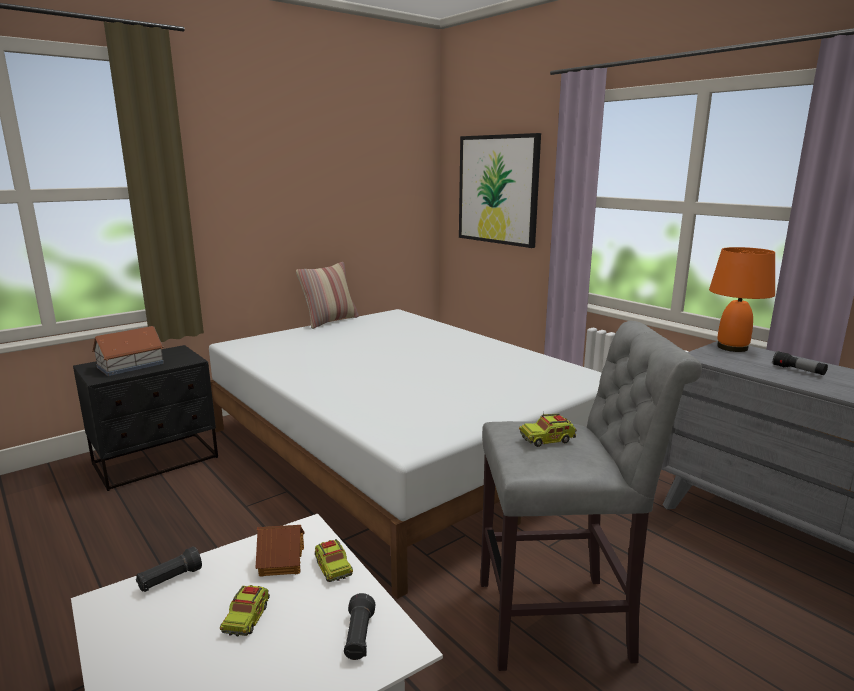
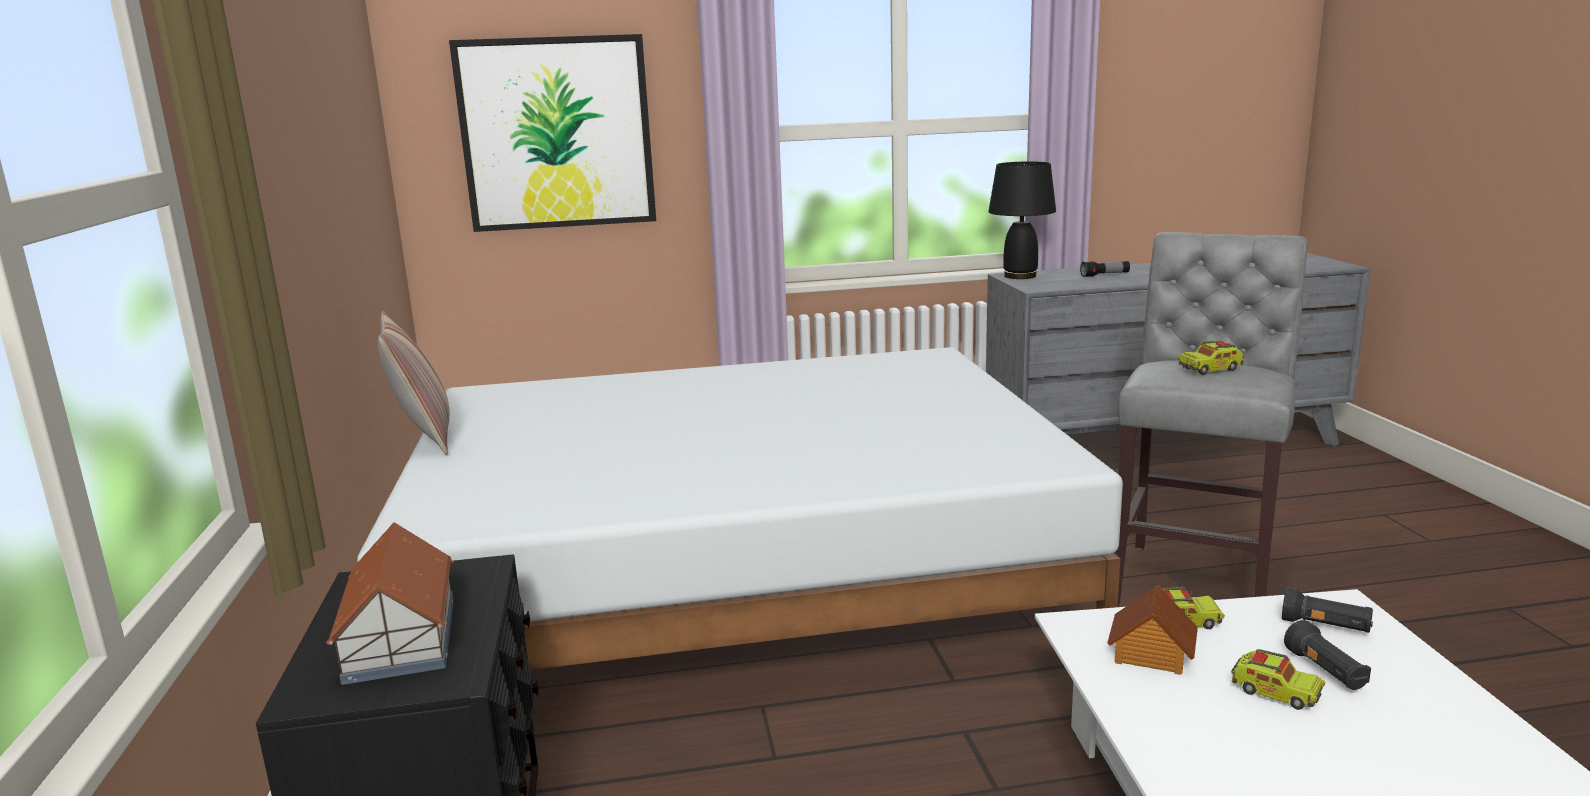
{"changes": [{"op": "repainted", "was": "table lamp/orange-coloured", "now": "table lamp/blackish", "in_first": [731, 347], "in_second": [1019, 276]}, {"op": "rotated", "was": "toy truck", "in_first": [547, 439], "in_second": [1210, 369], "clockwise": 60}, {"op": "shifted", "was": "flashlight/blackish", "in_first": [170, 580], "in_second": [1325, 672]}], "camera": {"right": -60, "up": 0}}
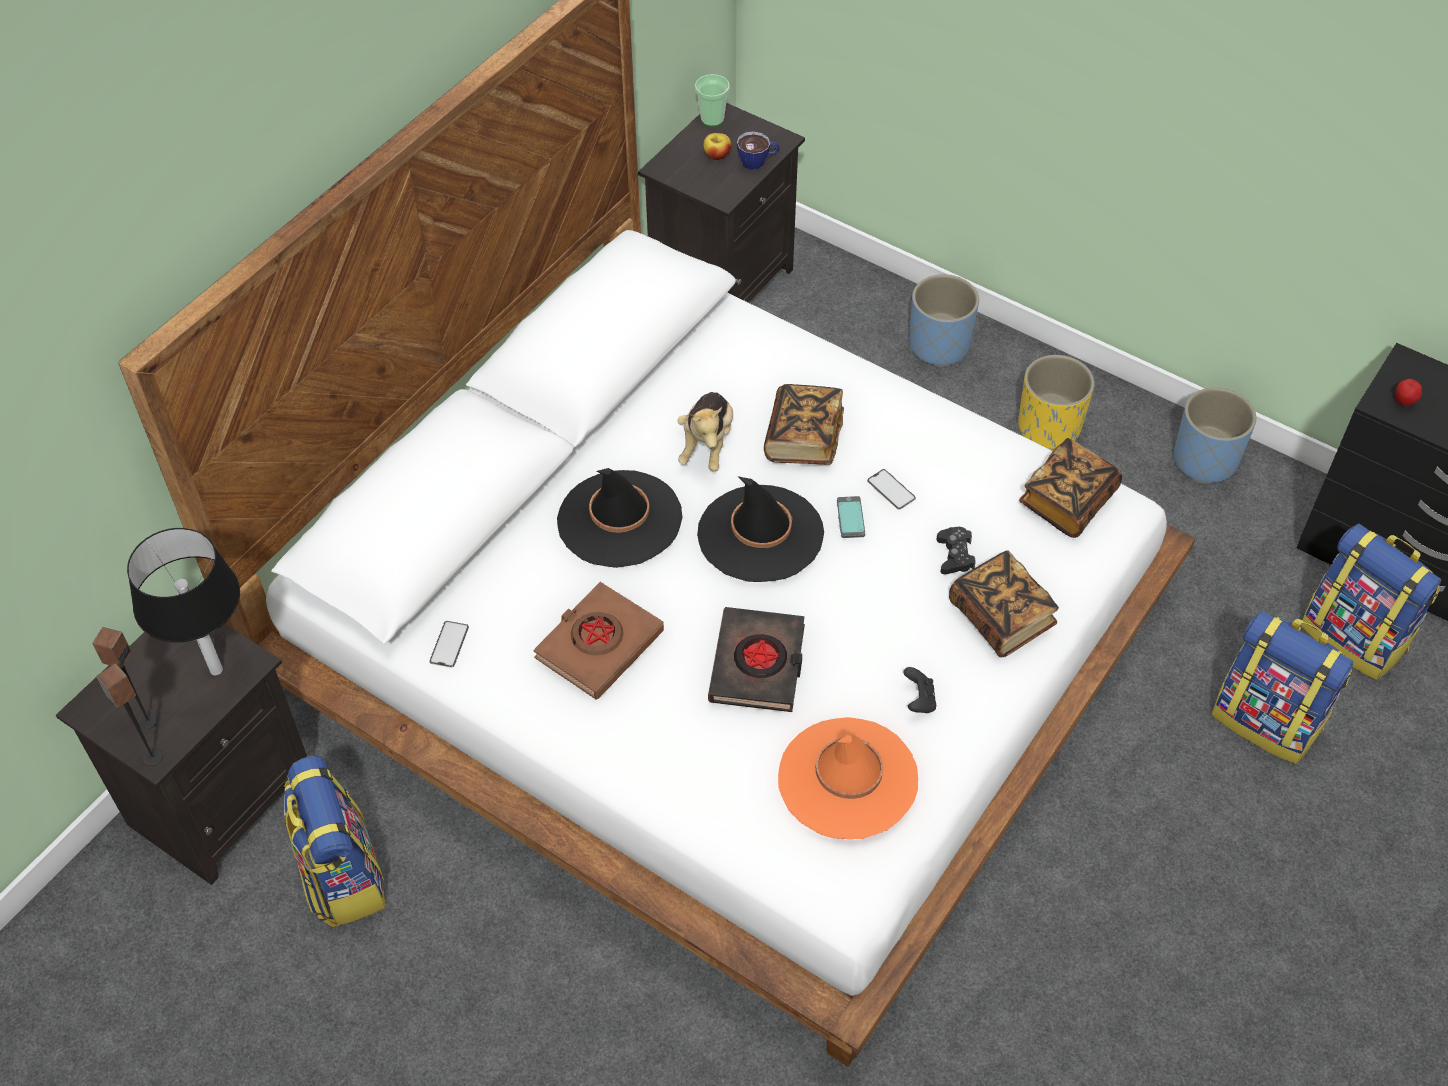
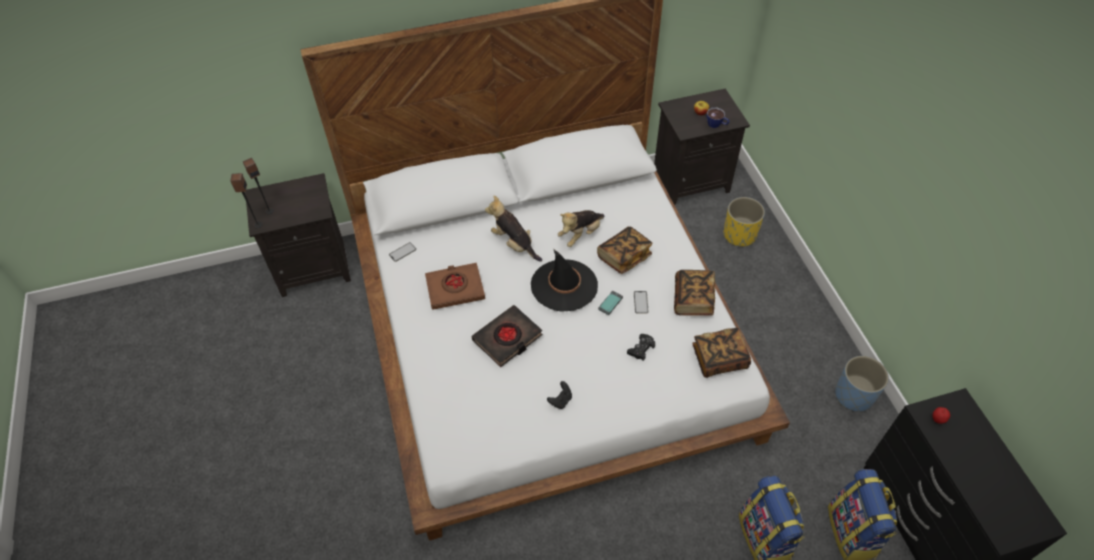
{"changes": [{"op": "gone", "was": "drinking cup", "in_first": [712, 119]}, {"op": "gone", "was": "flower pot/blue", "in_first": [939, 346]}, {"op": "shifted", "was": "flower pot/yellow", "in_first": [1049, 427], "in_second": [739, 235]}, {"op": "swapped", "was": "clothing hat/blackish", "now": "plush toy", "in_first": [619, 519], "in_second": [514, 243]}, {"op": "gone", "was": "table lamp/blackish", "in_first": [216, 670]}, {"op": "shifted", "was": "book", "in_first": [1001, 617], "in_second": [693, 300]}, {"op": "gone", "was": "clothing hat/orange-coloured", "in_first": [847, 778]}, {"op": "gone", "was": "backpack", "in_first": [342, 876]}], "camera": {"right": 40, "up": 0}}
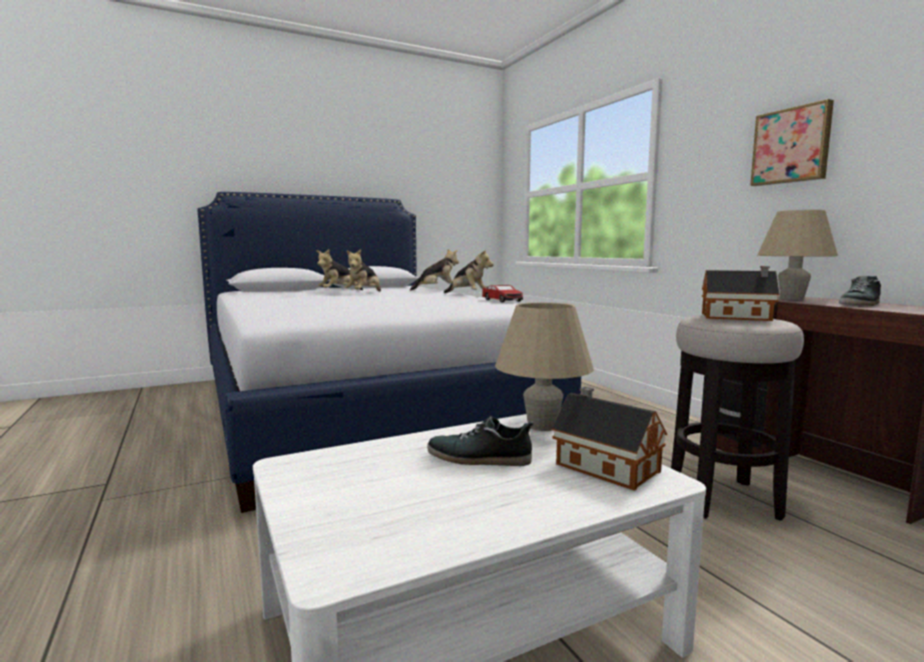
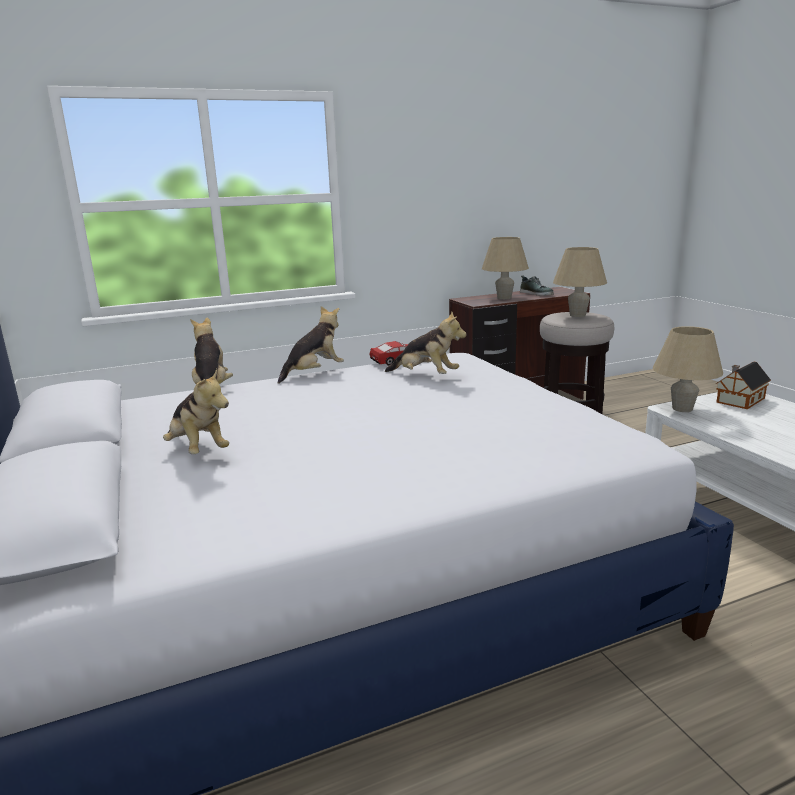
{"changes": [{"op": "gone", "was": "picture", "in_first": [791, 146]}, {"op": "shifted", "was": "plush toy", "in_first": [364, 293], "in_second": [425, 376]}, {"op": "swapped", "was": "model house", "now": "table lamp/beige-coloured", "in_first": [739, 317], "in_second": [577, 315]}, {"op": "gone", "was": "low shoe", "in_first": [479, 458]}], "camera": {"right": -85, "up": 10}}
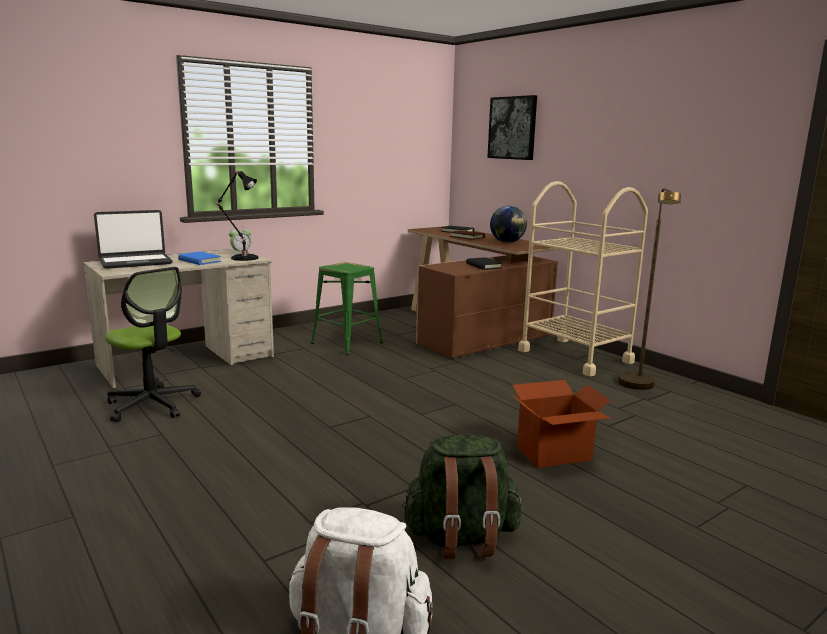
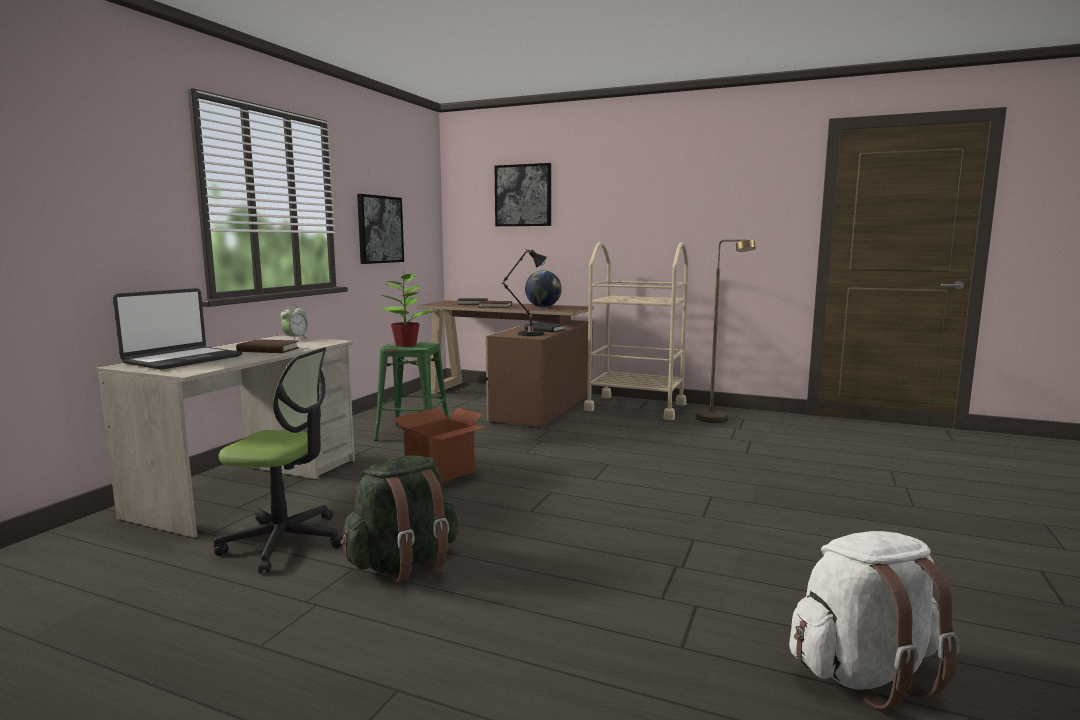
{"changes": [{"op": "shifted", "was": "table lamp/blackish", "in_first": [242, 258], "in_second": [528, 334]}, {"op": "repainted", "was": "book/blue", "now": "book/brownish", "in_first": [199, 261], "in_second": [268, 350]}, {"op": "shifted", "was": "cardboard box", "in_first": [554, 454], "in_second": [441, 473]}, {"op": "shifted", "was": "backpack/green", "in_first": [461, 538], "in_second": [404, 563]}, {"op": "new", "now": "picture", "in_second": [380, 229]}, {"op": "new", "now": "potted plant", "in_second": [406, 344]}], "camera": {"right": -30, "up": -5}}
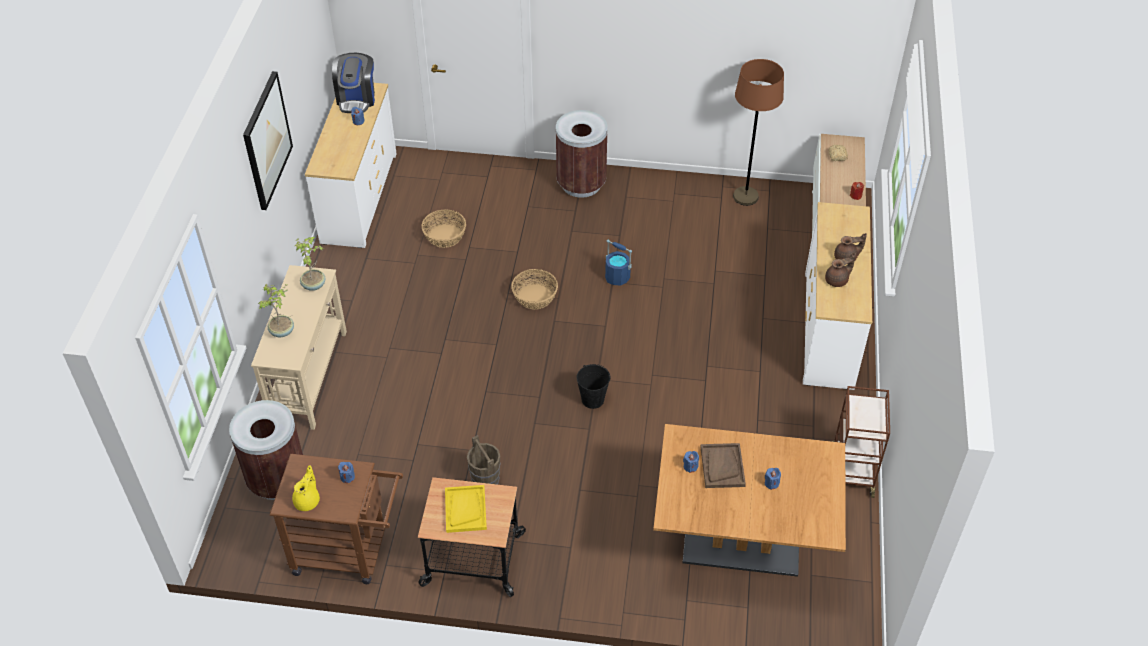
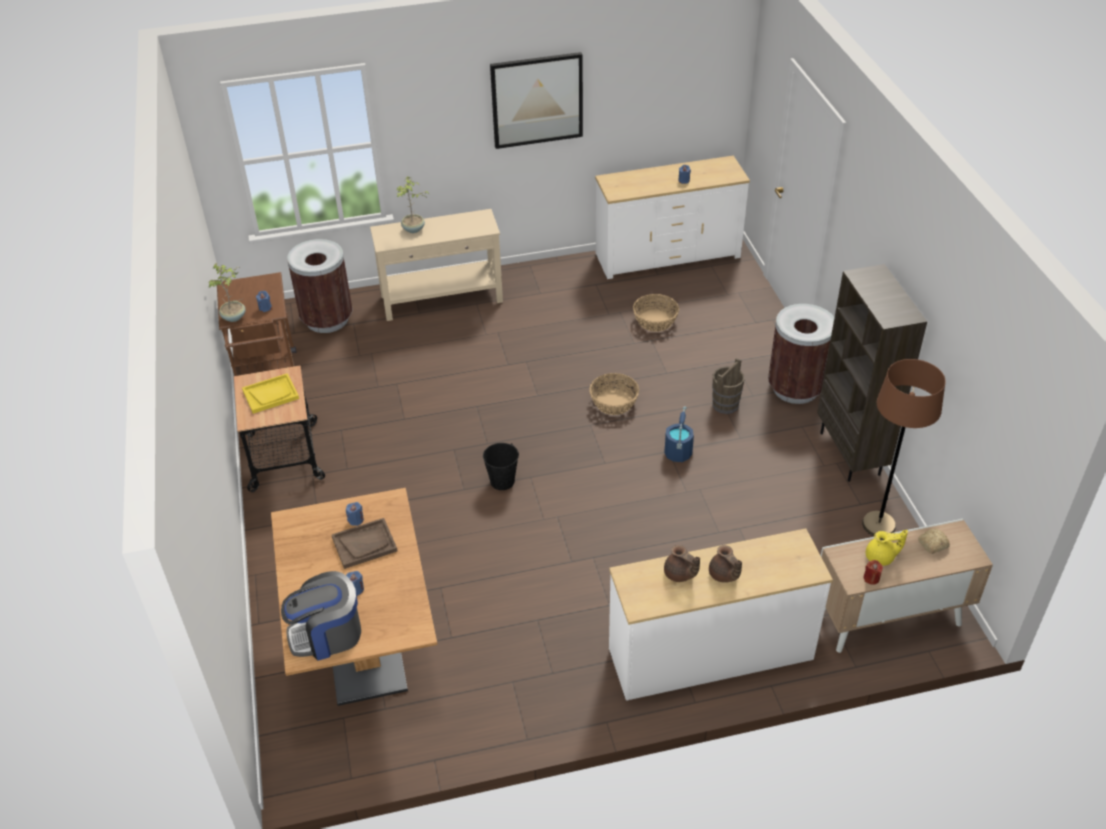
{"changes": [{"op": "shifted", "was": "coffee machine", "in_first": [356, 98], "in_second": [327, 634]}, {"op": "shifted", "was": "potted plant", "in_first": [314, 285], "in_second": [234, 317]}, {"op": "gone", "was": "wheeled cart/brownish", "in_first": [852, 470]}, {"op": "shifted", "was": "pail/brownish", "in_first": [485, 479], "in_second": [725, 404]}, {"op": "shifted", "was": "pot for tea/yellow", "in_first": [308, 500], "in_second": [881, 557]}, {"op": "new", "now": "bookshelf/brownish", "in_second": [851, 454]}], "camera": {"right": 70, "up": -5}}
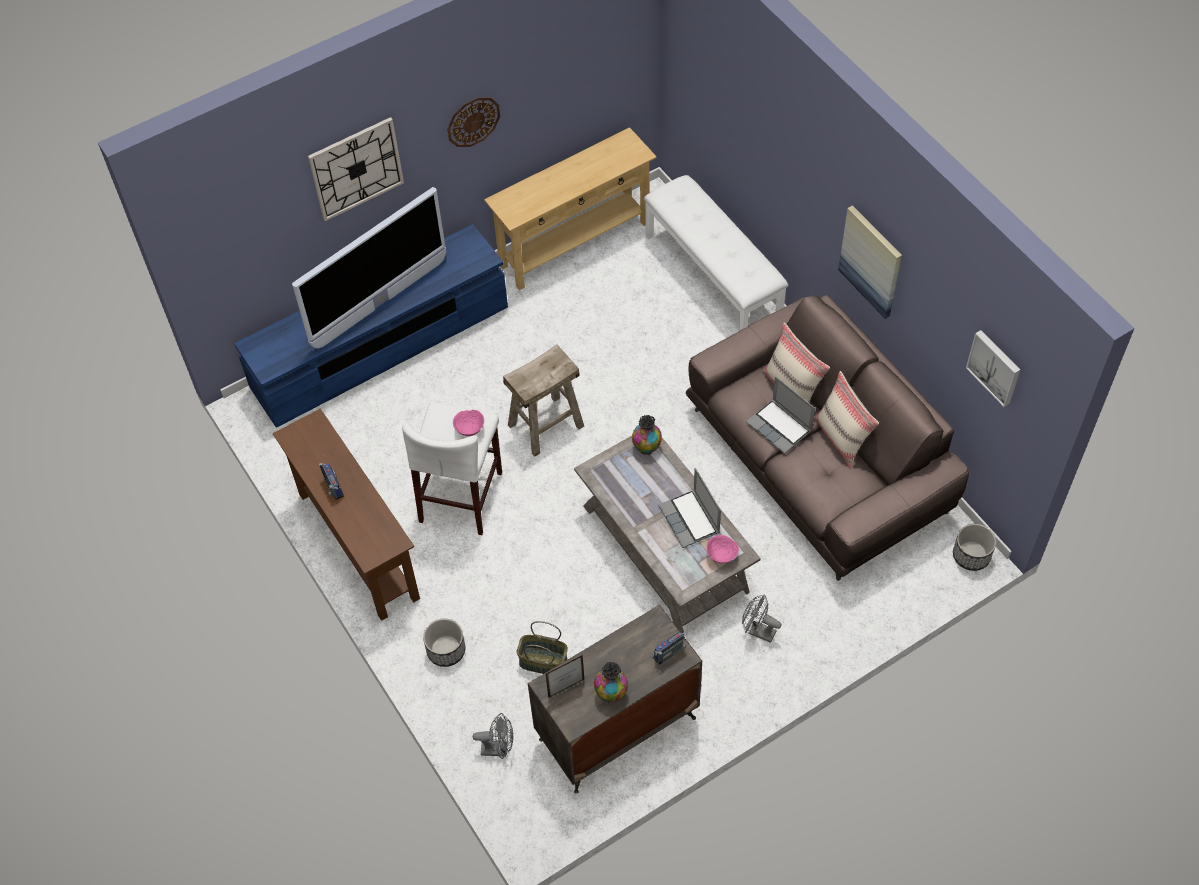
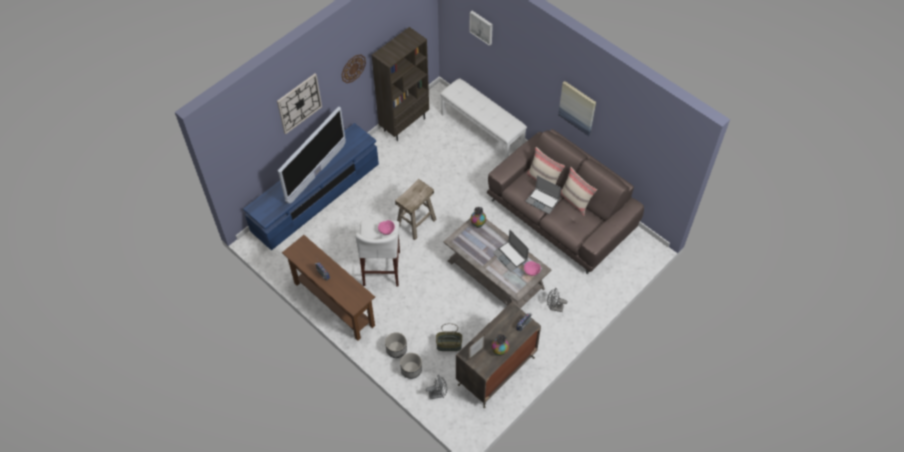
{"changes": [{"op": "swapped", "was": "console table/beige-coloured", "now": "bookshelf/brownish", "in_first": [574, 243], "in_second": [404, 124]}, {"op": "shifted", "was": "picture", "in_first": [995, 367], "in_second": [482, 27]}, {"op": "shifted", "was": "flower pot", "in_first": [971, 555], "in_second": [411, 369]}], "camera": {"right": -15, "up": 0}}
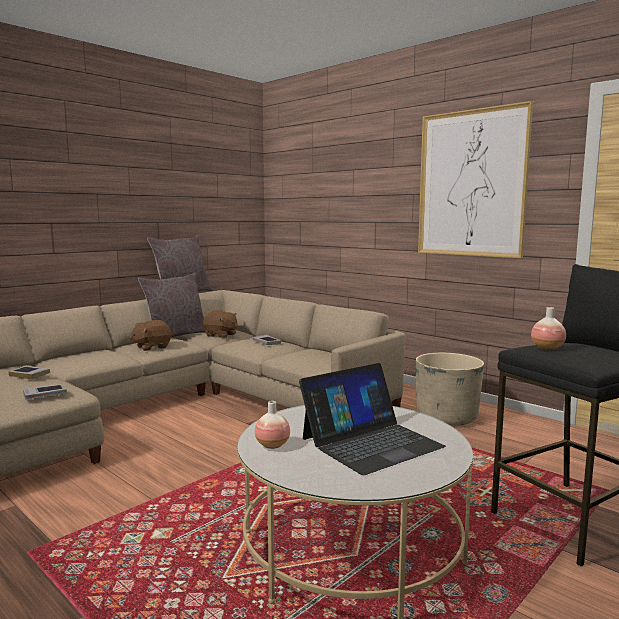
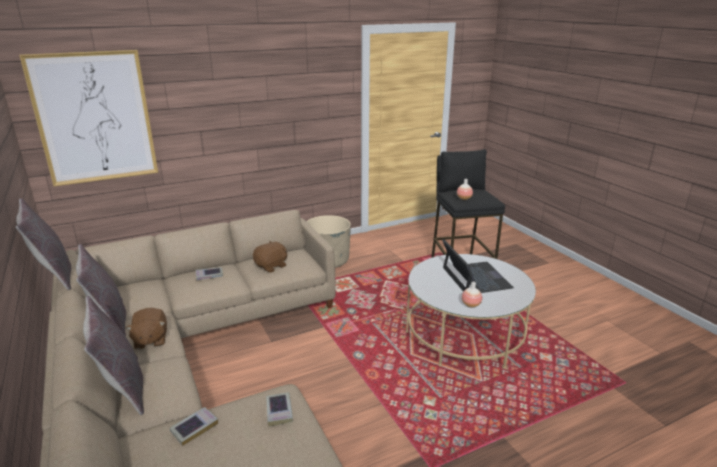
{"changes": [{"op": "shifted", "was": "picture", "in_first": [471, 184], "in_second": [94, 118]}, {"op": "shifted", "was": "plush toy/brownish", "in_first": [221, 335], "in_second": [271, 266]}, {"op": "new", "now": "throw pillow/greyish", "in_second": [122, 389]}], "camera": {"right": -70, "up": 15}}
